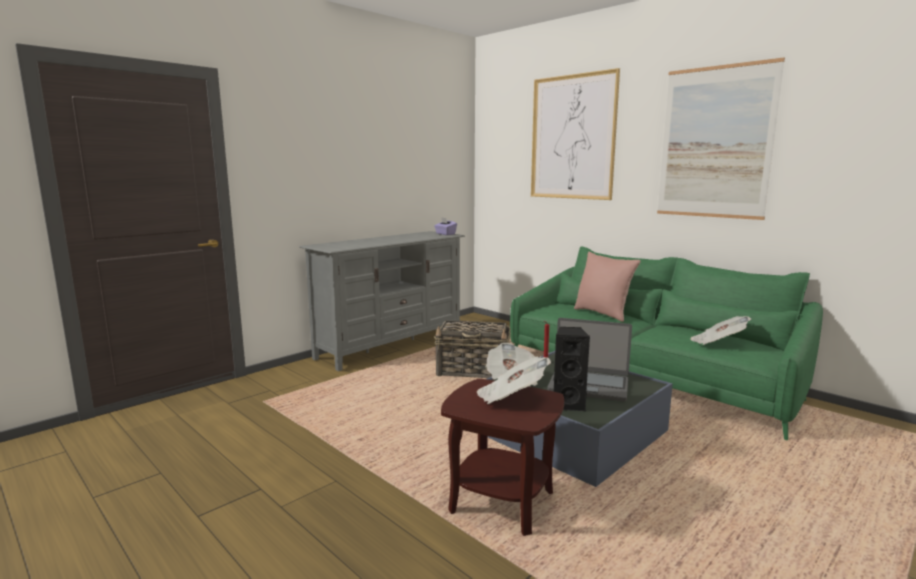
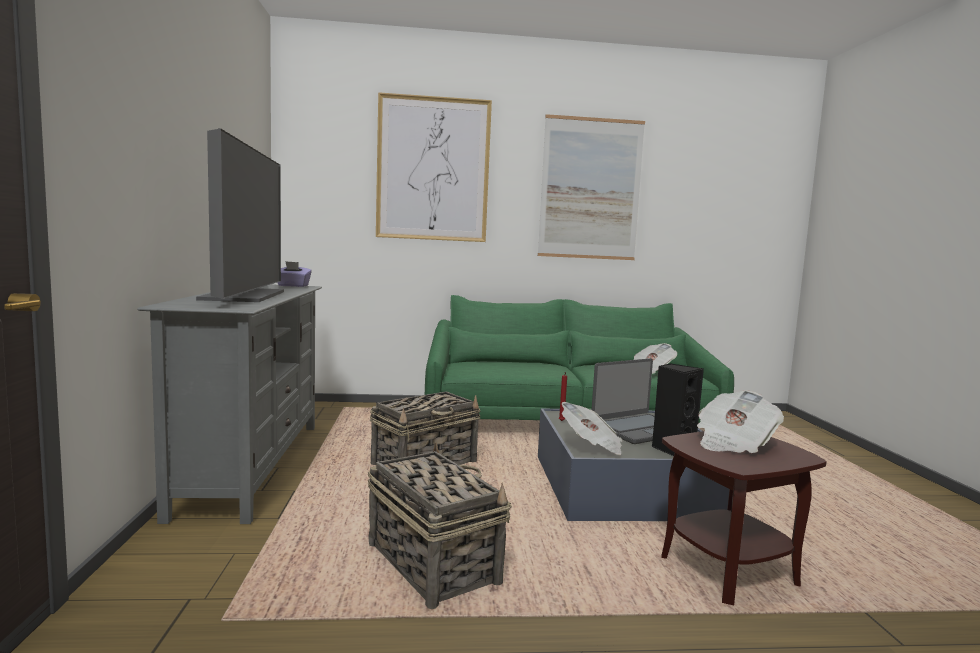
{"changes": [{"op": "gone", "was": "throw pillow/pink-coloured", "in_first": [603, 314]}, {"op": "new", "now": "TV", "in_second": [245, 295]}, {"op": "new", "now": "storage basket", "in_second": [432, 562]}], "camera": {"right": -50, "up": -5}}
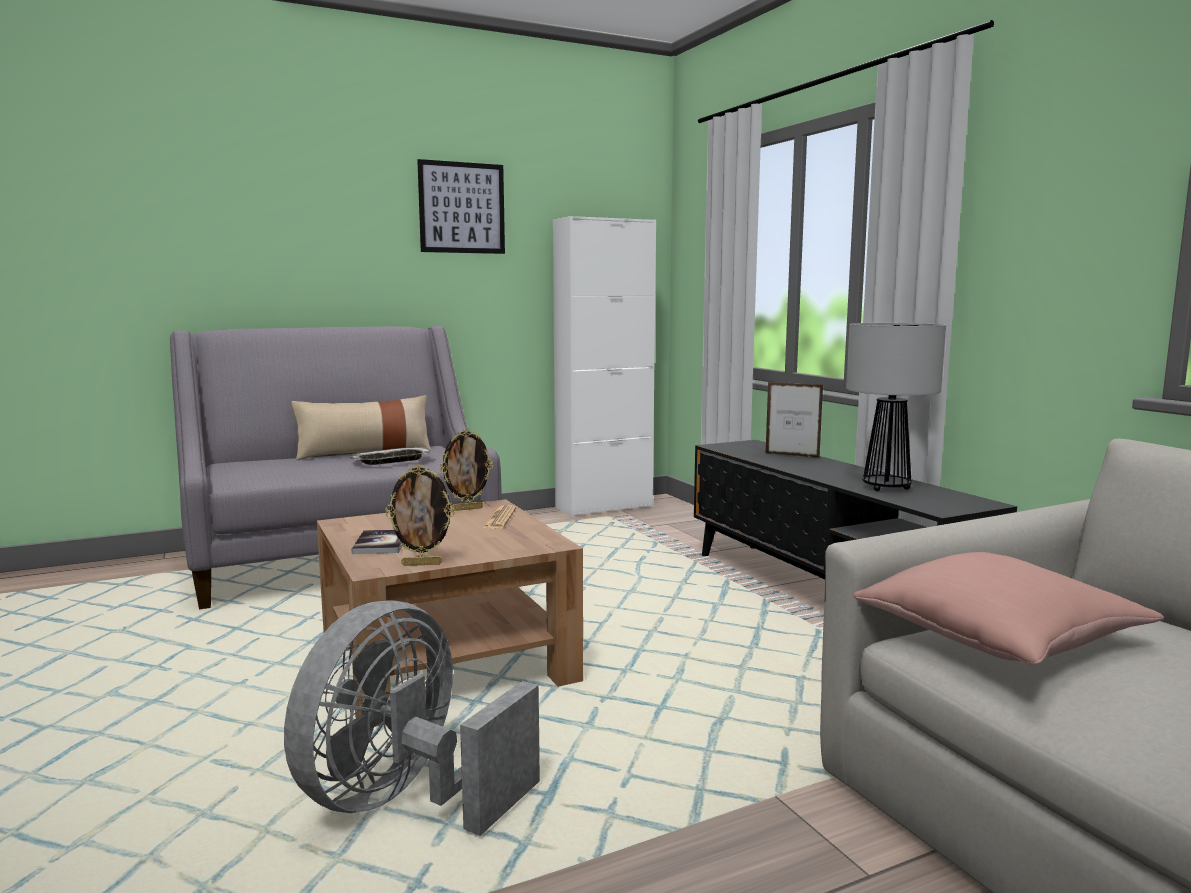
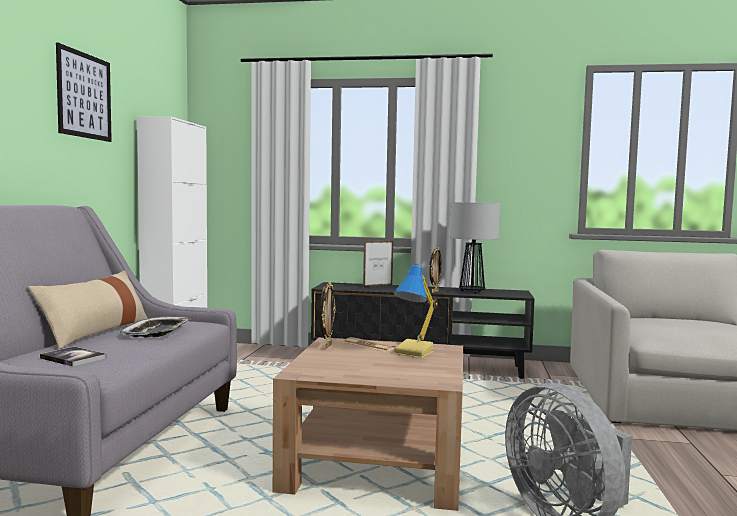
{"changes": [{"op": "shifted", "was": "photo frame", "in_first": [422, 564], "in_second": [434, 291]}, {"op": "shifted", "was": "book", "in_first": [380, 543], "in_second": [73, 358]}, {"op": "gone", "was": "throw pillow/pink-coloured", "in_first": [998, 638]}, {"op": "new", "now": "table lamp", "in_second": [415, 352]}], "camera": {"right": -55, "up": -5}}
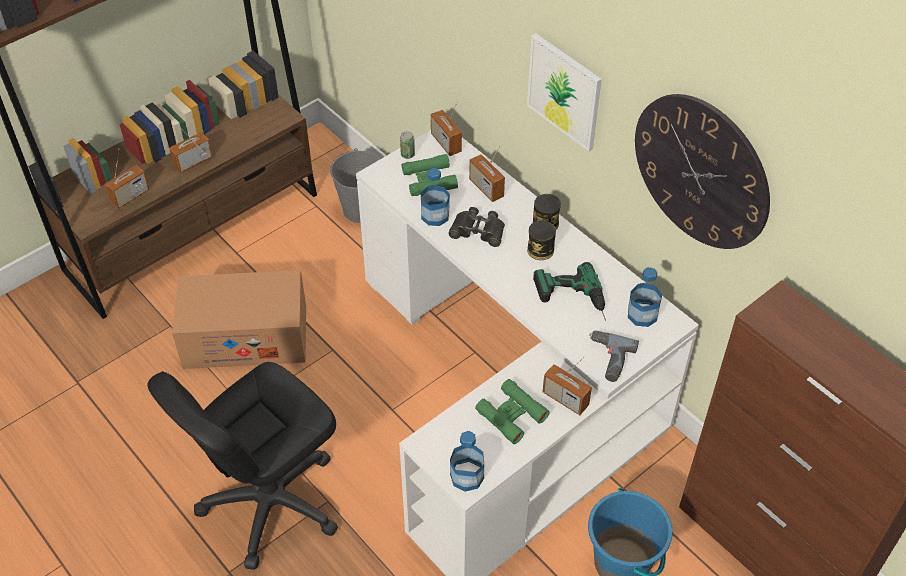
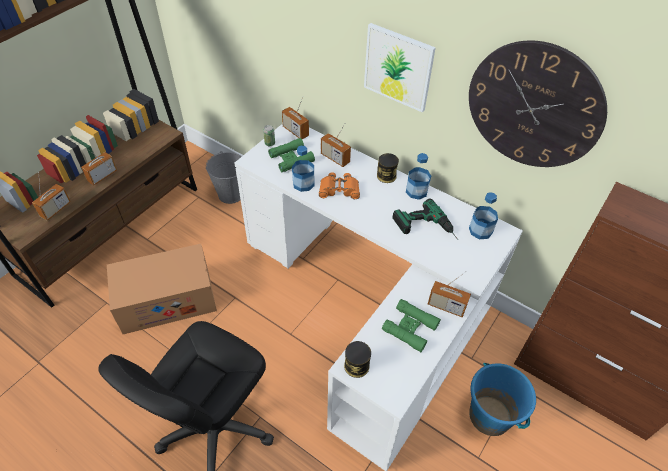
{"changes": [{"op": "repainted", "was": "field glasses/blackish", "now": "field glasses/orange-coloured", "in_first": [478, 231], "in_second": [339, 190]}, {"op": "shifted", "was": "metal can", "in_first": [540, 250], "in_second": [356, 365]}, {"op": "gone", "was": "electric drill", "in_first": [607, 359]}, {"op": "shifted", "was": "bottle", "in_first": [467, 476], "in_second": [416, 191]}], "camera": {"right": -15, "up": 0}}
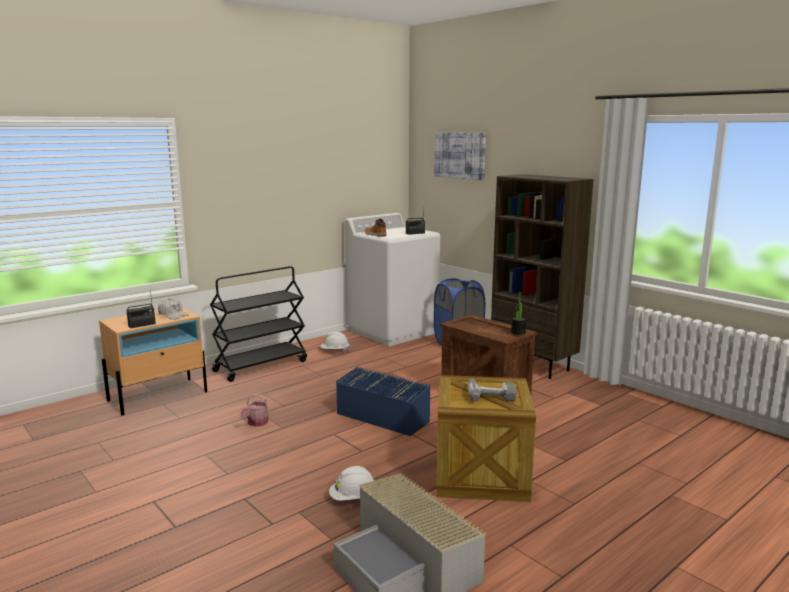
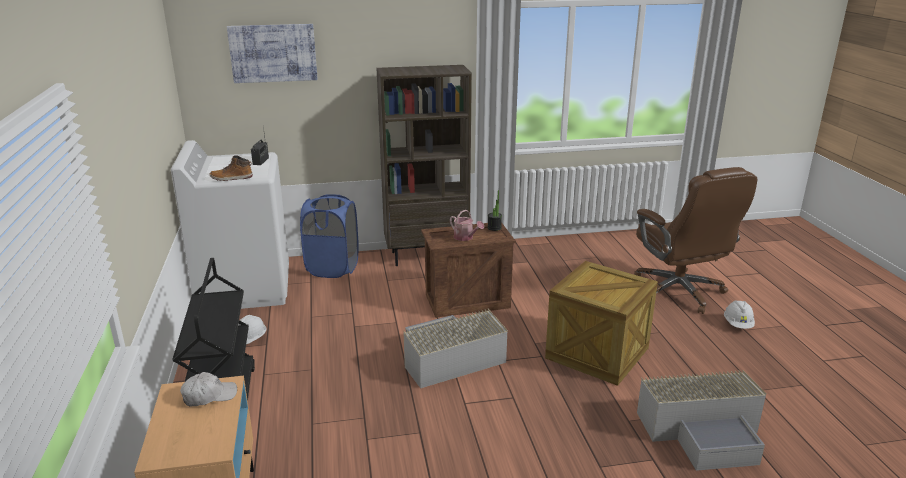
{"changes": [{"op": "gone", "was": "radio receiver", "in_first": [142, 325]}, {"op": "repainted", "was": "storage box/blue", "now": "storage box/greyish", "in_first": [387, 413], "in_second": [448, 359]}, {"op": "gone", "was": "electric drill", "in_first": [490, 394]}, {"op": "shifted", "was": "sprinkling can", "in_first": [256, 423], "in_second": [465, 238]}, {"op": "shifted", "was": "hard hat/whitish", "in_first": [353, 498], "in_second": [738, 324]}, {"op": "new", "now": "computer chair/brownish", "in_second": [679, 292]}], "camera": {"right": -60, "up": 10}}
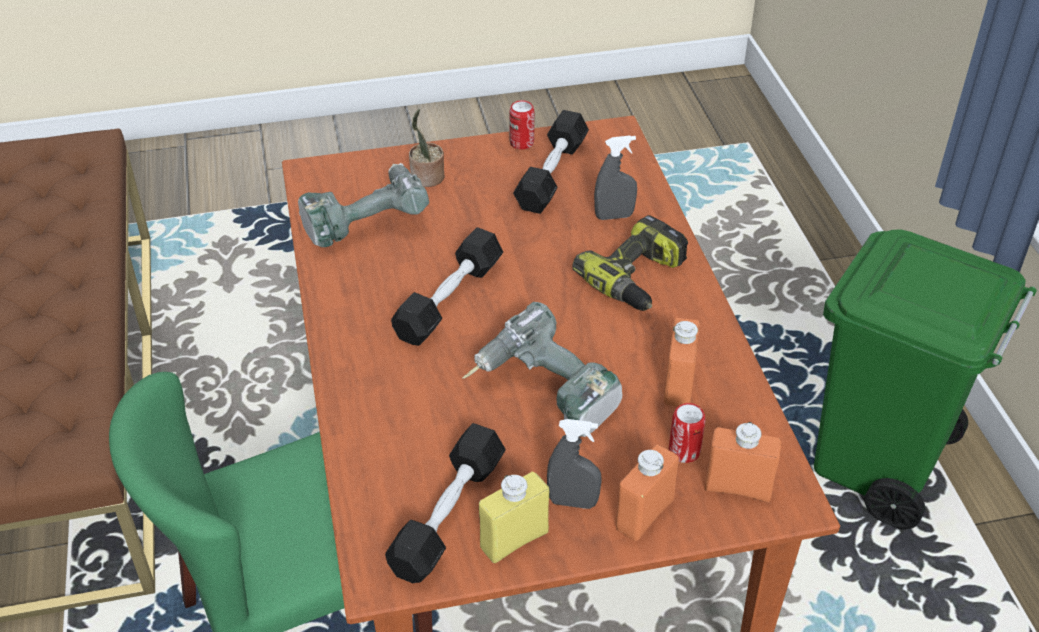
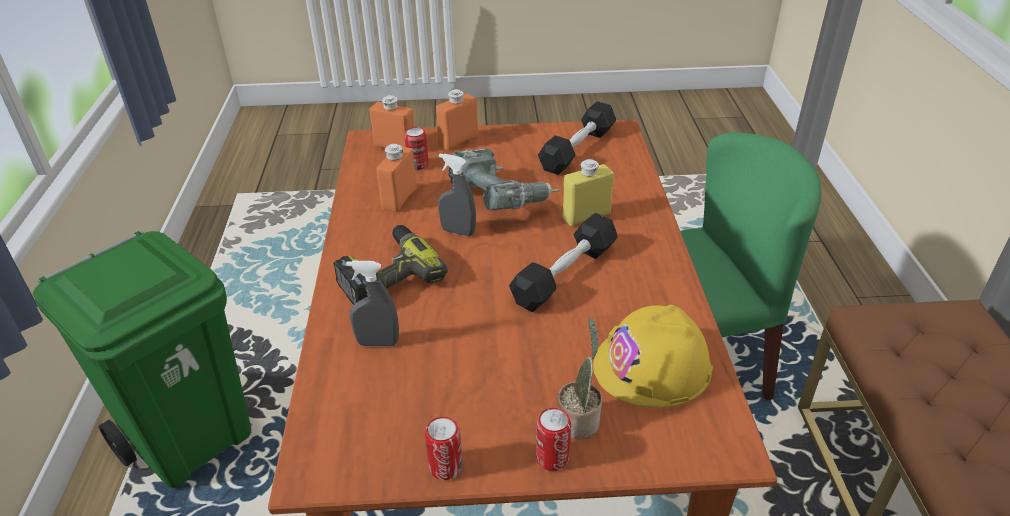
{"changes": [{"op": "gone", "was": "dumbbell/blackish", "in_first": [551, 175]}, {"op": "swapped", "was": "electric drill", "now": "hard hat/yellow", "in_first": [363, 221], "in_second": [652, 366]}, {"op": "shifted", "was": "sprayer/greyish", "in_first": [573, 502], "in_second": [458, 232]}, {"op": "shifted", "was": "bottle/yellow", "in_first": [514, 540], "in_second": [586, 216]}, {"op": "new", "now": "metal can", "in_second": [552, 458]}], "camera": {"right": -170, "up": -5}}
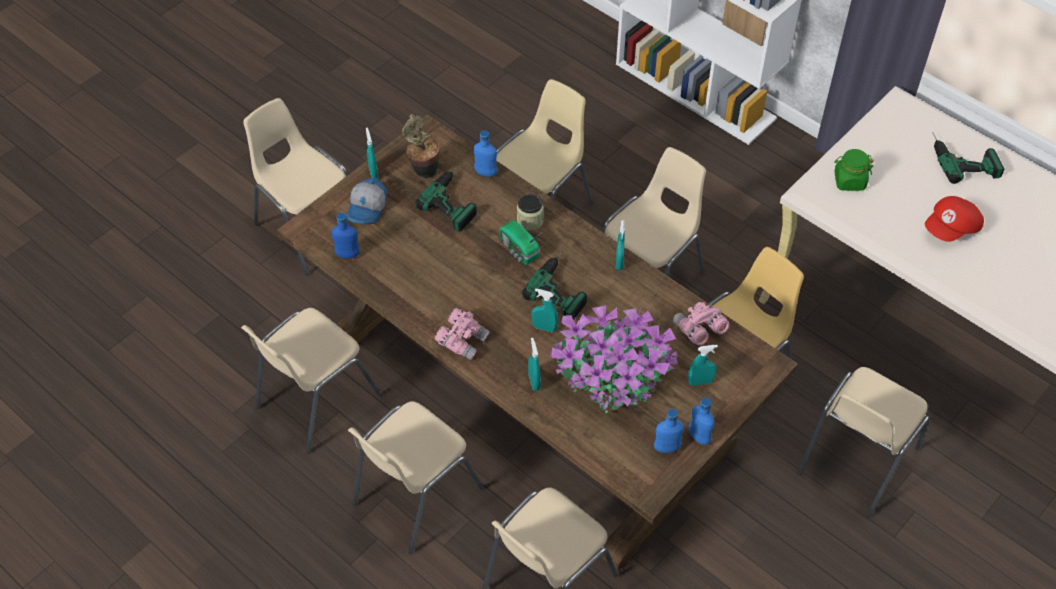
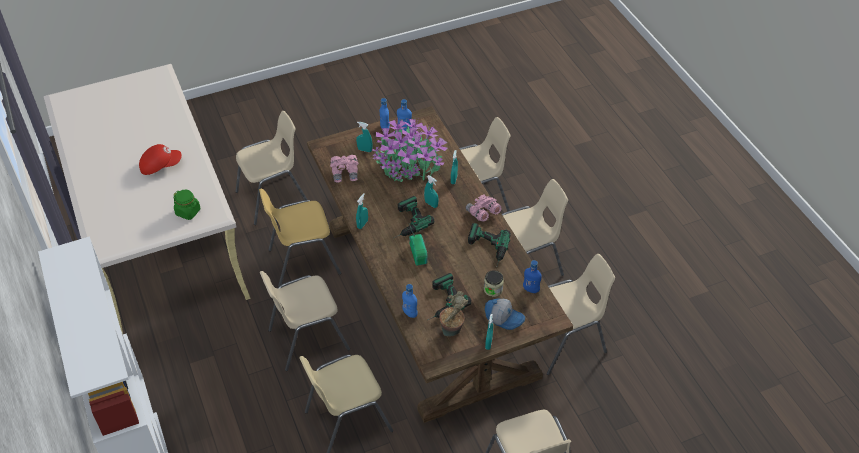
{"changes": [{"op": "shifted", "was": "electric drill", "in_first": [962, 158], "in_second": [486, 249]}, {"op": "rotated", "was": "cap", "in_first": [368, 208], "in_second": [504, 317], "clockwise": 75}, {"op": "shifted", "was": "jar", "in_first": [530, 220], "in_second": [493, 289]}], "camera": {"right": -155, "up": -5}}
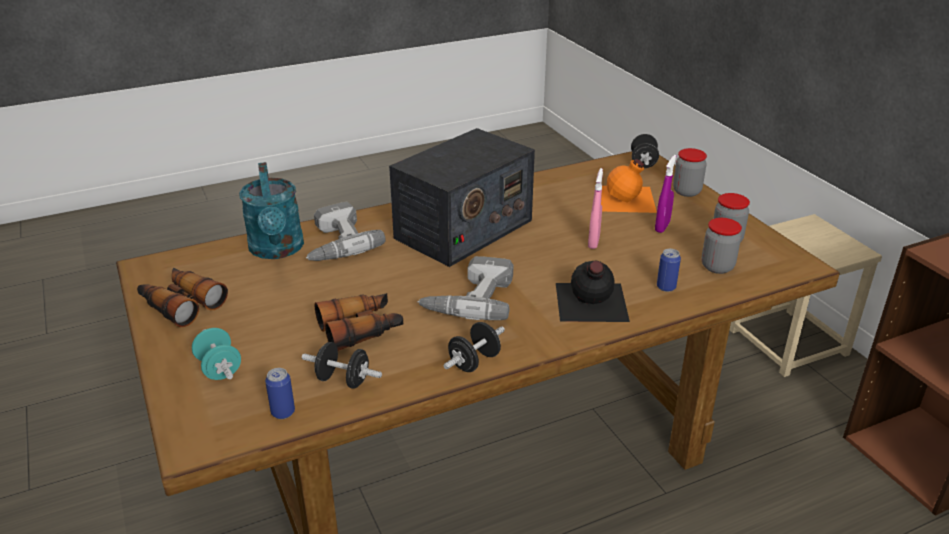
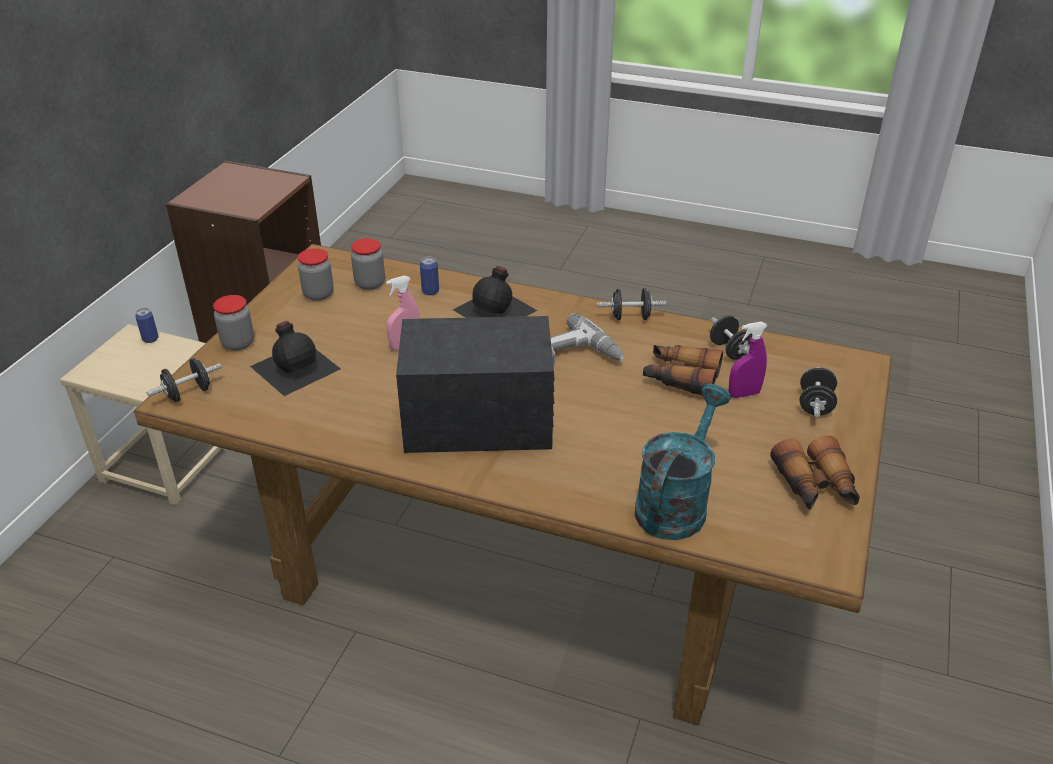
{"changes": [{"op": "shifted", "was": "sprayer/purplish", "in_first": [662, 227], "in_second": [744, 394]}, {"op": "repainted", "was": "bottle/orange-coloured", "now": "bottle/blackish", "in_first": [626, 199], "in_second": [295, 366]}, {"op": "gone", "was": "electric drill", "in_first": [335, 243]}, {"op": "repainted", "was": "dumbbell/turquoise", "now": "dumbbell/blackish", "in_first": [219, 368], "in_second": [815, 405]}, {"op": "shifted", "was": "metal can", "in_first": [283, 412], "in_second": [150, 339]}], "camera": {"right": -135, "up": 5}}
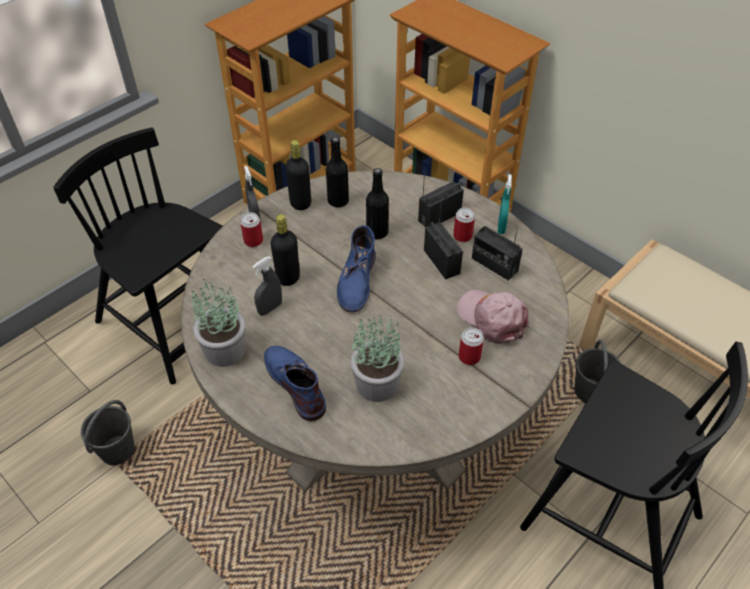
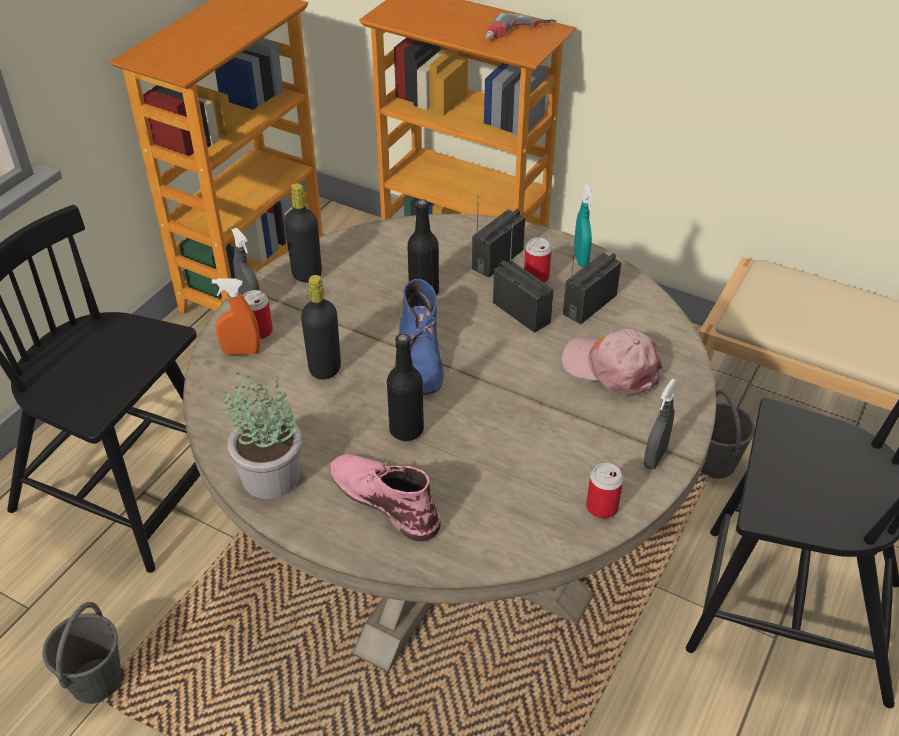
{"changes": [{"op": "shifted", "was": "bottle/blackish", "in_first": [338, 201], "in_second": [406, 430]}, {"op": "rotated", "was": "radio receiver", "in_first": [494, 265], "in_second": [589, 304], "clockwise": 105}, {"op": "shifted", "was": "sprayer/greyish", "in_first": [270, 308], "in_second": [655, 457]}, {"op": "gone", "was": "potted plant", "in_first": [377, 383]}, {"op": "shifted", "was": "metal can", "in_first": [469, 357], "in_second": [602, 507]}, {"op": "repainted", "was": "boot/blue", "now": "boot/pink-coloured", "in_first": [295, 383], "in_second": [384, 498]}, {"op": "new", "now": "electric drill", "in_second": [519, 34]}, {"op": "new", "now": "sprayer/orange-coloured", "in_second": [241, 352]}], "camera": {"right": -15, "up": -5}}
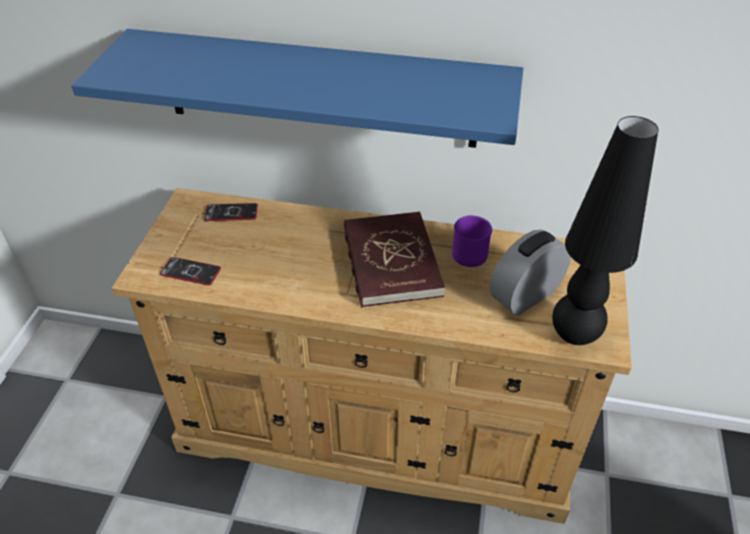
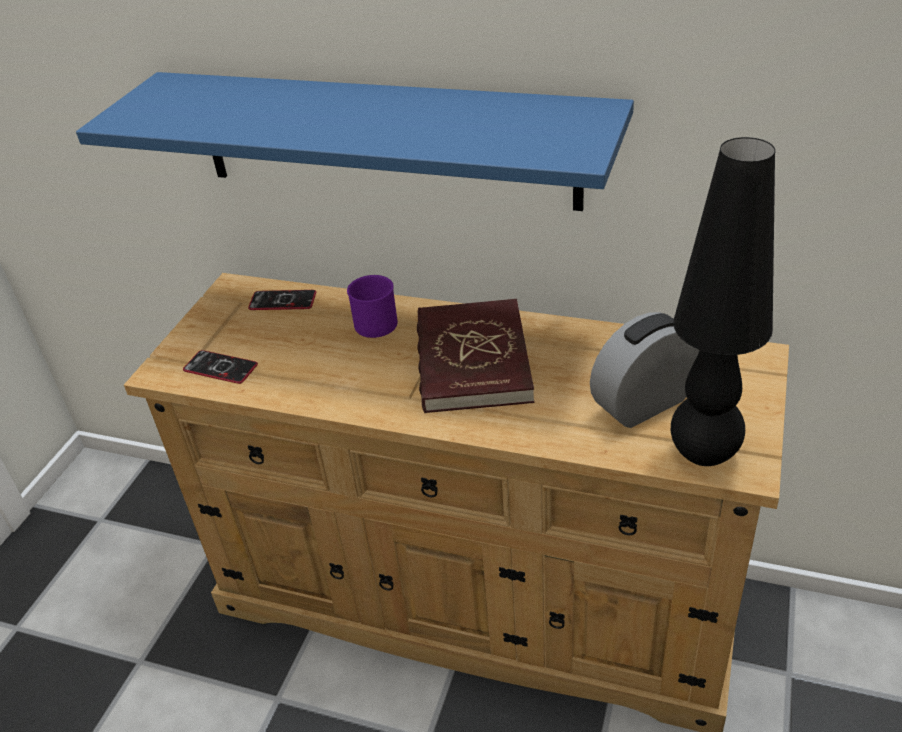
{"changes": [{"op": "shifted", "was": "coffee mug/purplish", "in_first": [469, 250], "in_second": [377, 320]}], "camera": {"right": 10, "up": -5}}
